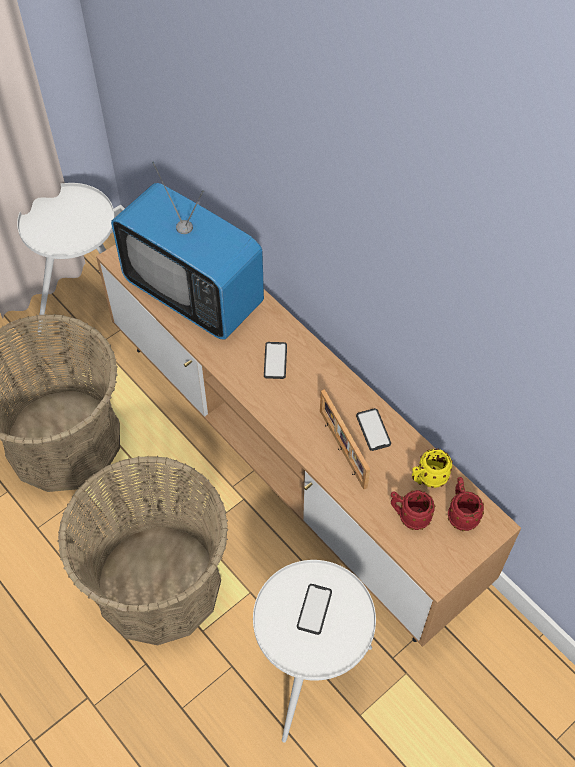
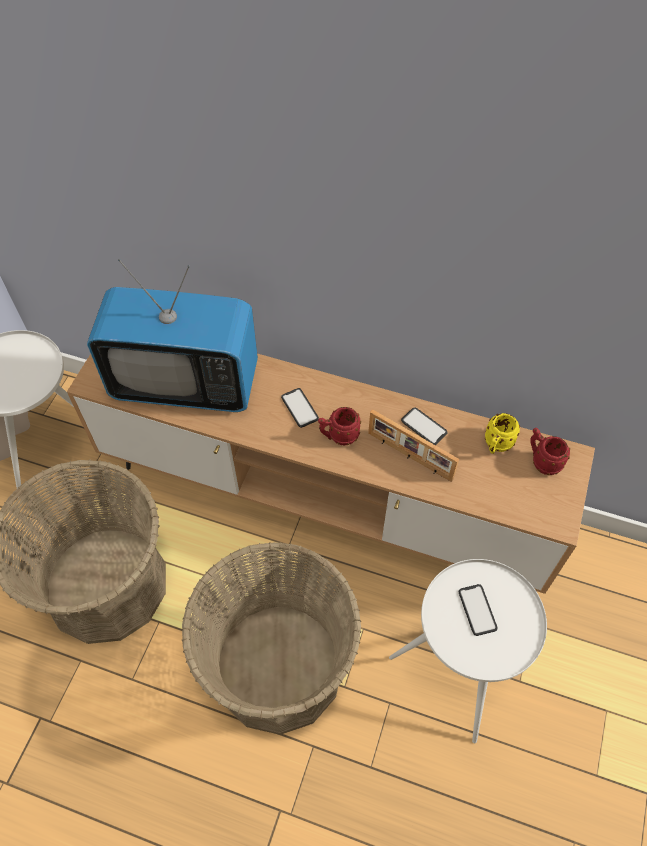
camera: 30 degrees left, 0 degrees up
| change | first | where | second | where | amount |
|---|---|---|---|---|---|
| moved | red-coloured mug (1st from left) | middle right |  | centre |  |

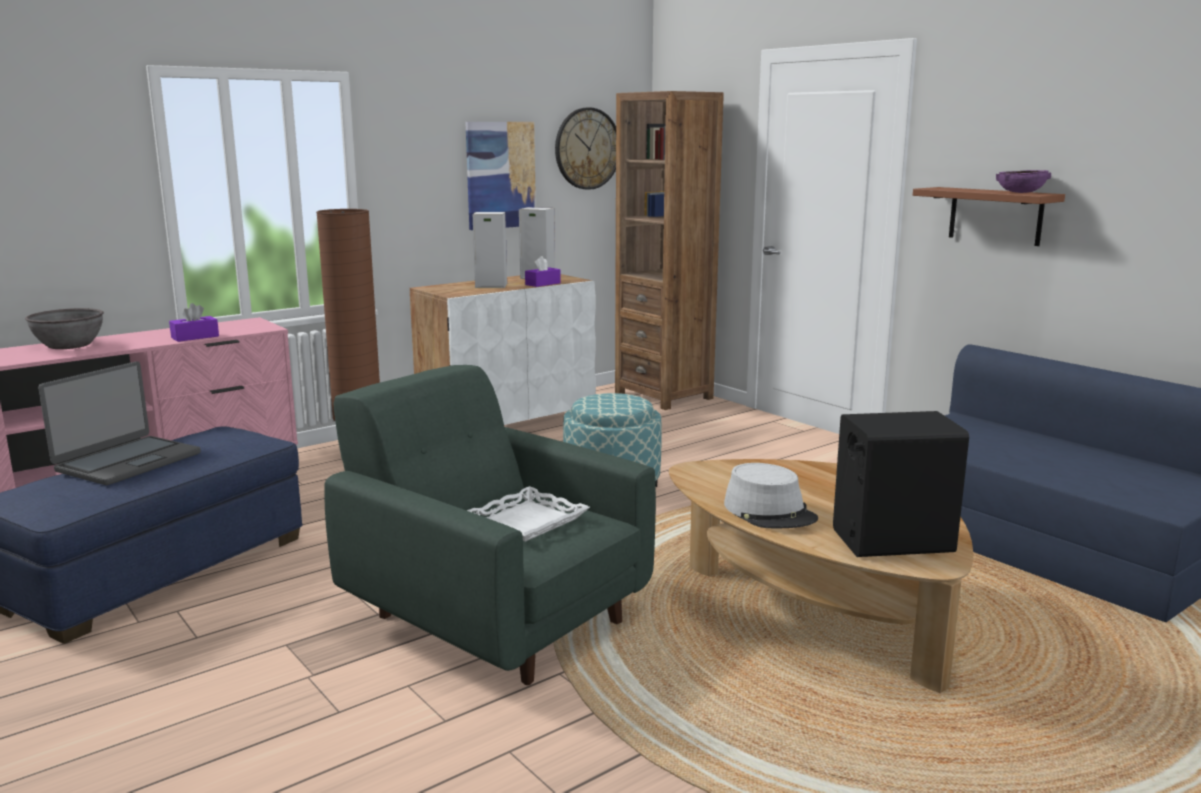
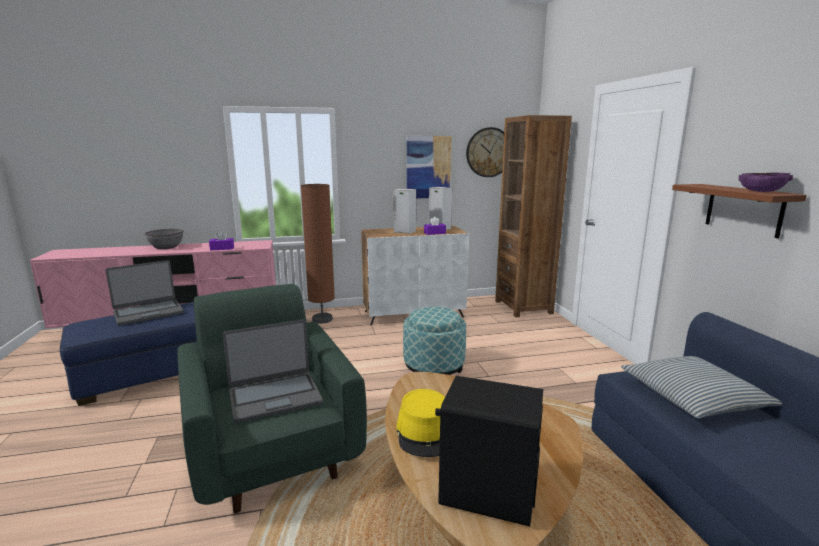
camera: 25 degrees right, 0 degrees up
| change | first | where | second | where | amount |
|---|---|---|---|---|---|
| recoloured | gray clothing hat | centre | yellow-coloured clothing hat | bottom centre |  |
| replaced | white tray | centre | laptop (2nd from left) | bottom centre |  |
| added |  |  | pillow | bottom right |  |

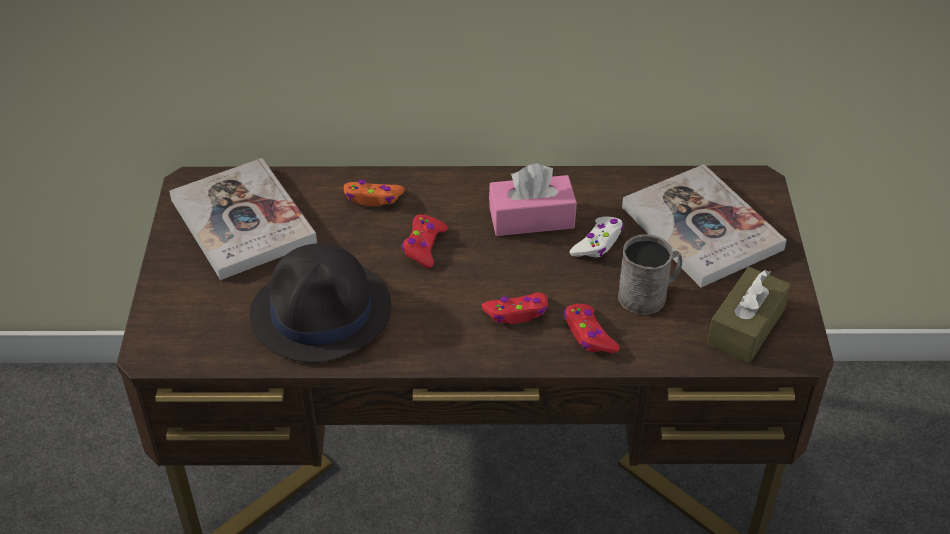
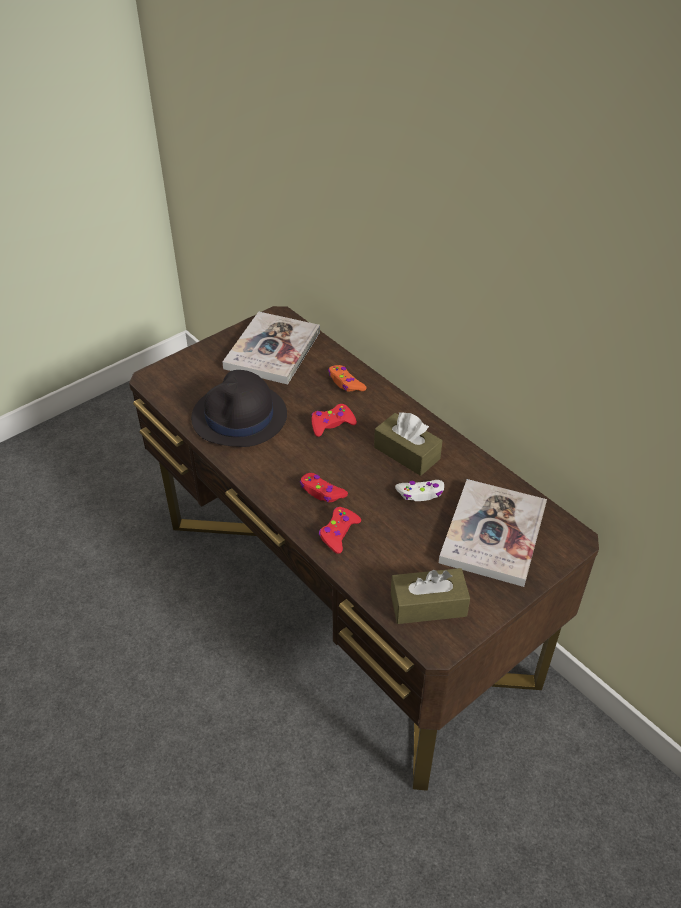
camera: 50 degrees right, 0 degrees up
| change | first | where | second | where | amount |
|---|---|---|---|---|---|
| recoloured | pink-coloured tissue holder | centre | brown tissue holder (1st from left) | centre |  |
| removed | gray mug | middle right |  |  |  |

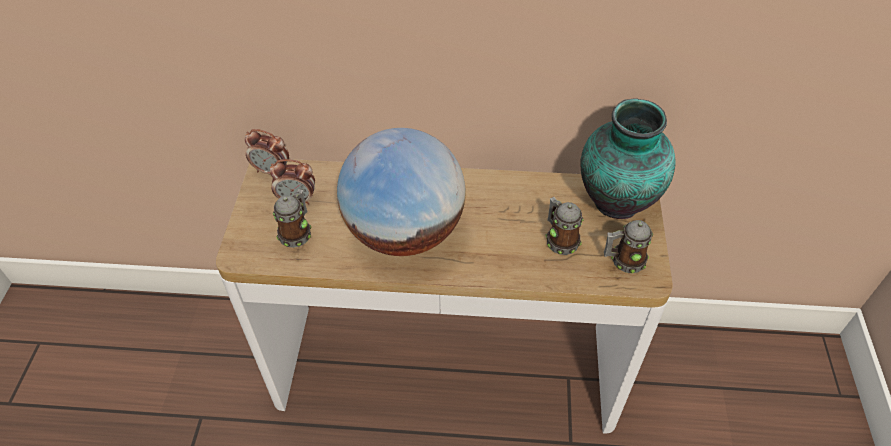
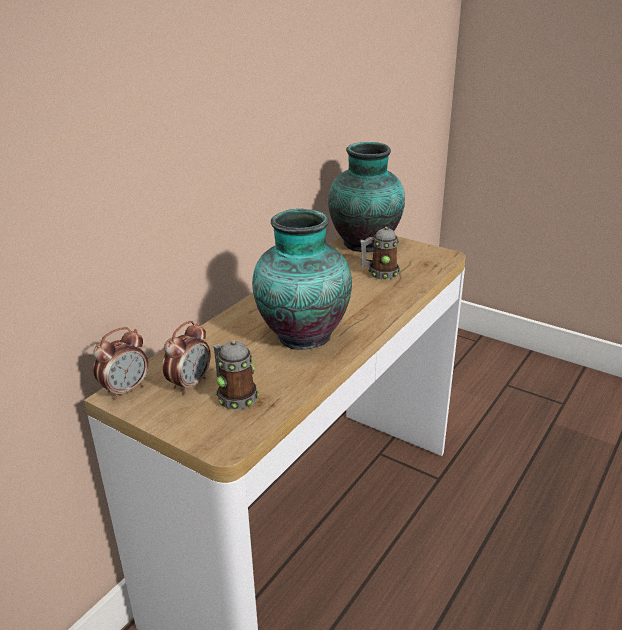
camera: 60 degrees left, 20 degrees down
| change | first | where | second | where | amount |
|---|---|---|---|---|---|
| replaced | globe | centre | decorative vase (1st from left) | centre |  |
| removed | mug (3rd from left) | middle right |  |  |  |

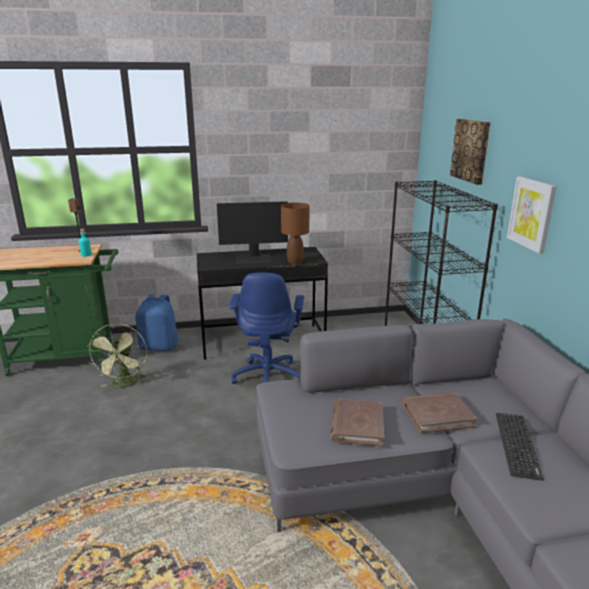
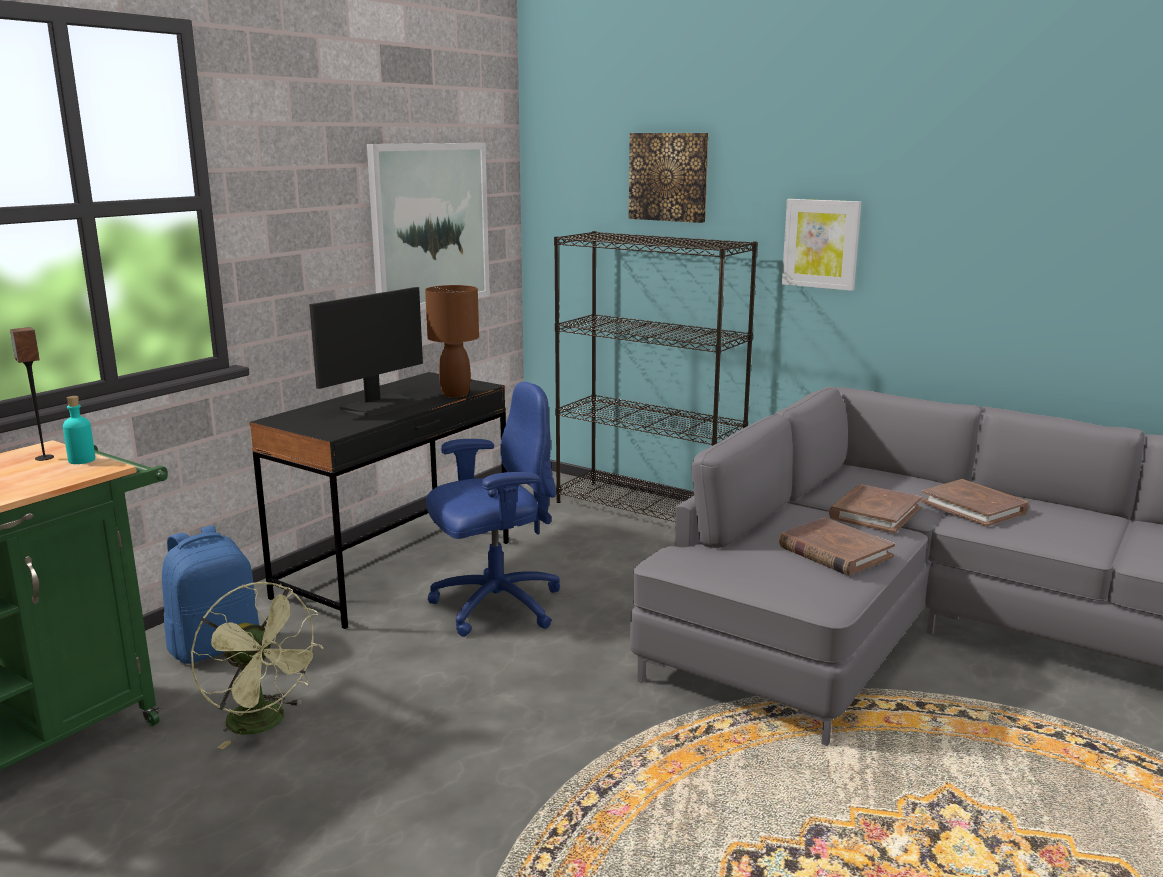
camera: 45 degrees left, 5 degrees down
| change | first | where | second | where | amount |
|---|---|---|---|---|---|
| turned | blue computer chair | centre |  | centre | 75 degrees counterclockwise |
| replaced | computer keyboard | bottom right | brown volume (3rd from left) | middle right |  |
| added |  |  | picture (1st from left) | top centre |  |

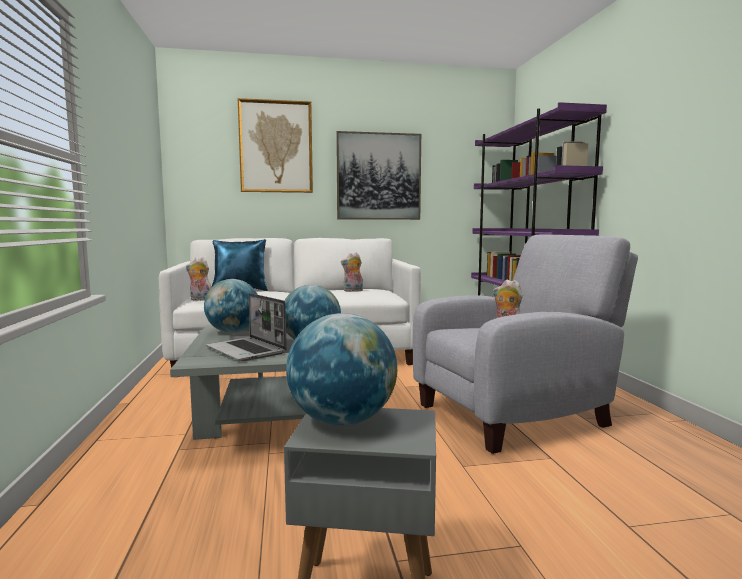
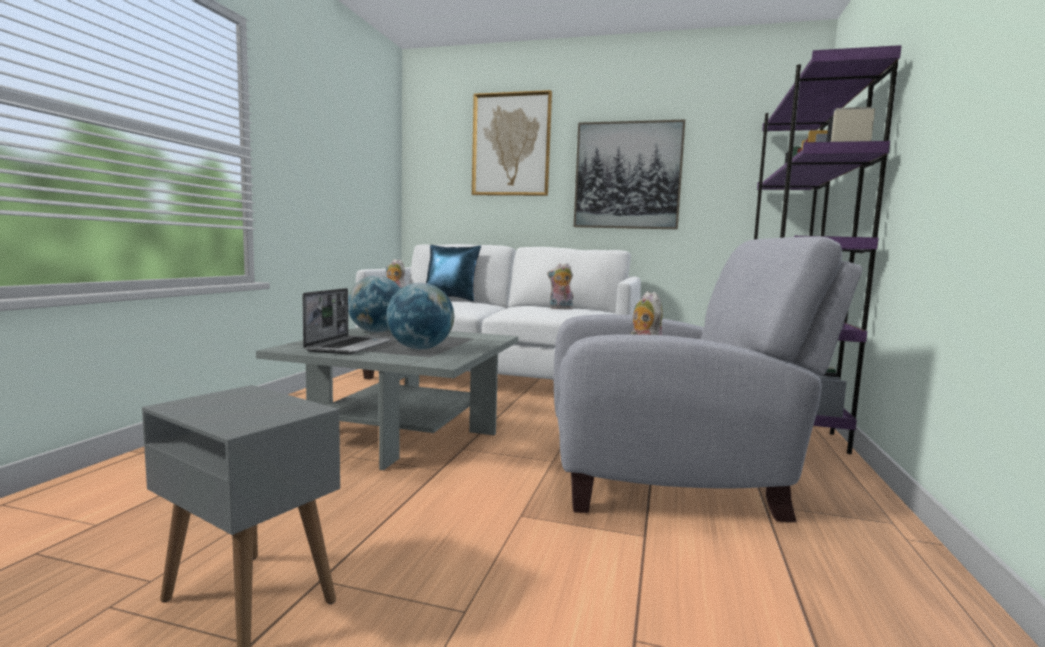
camera: 25 degrees right, 0 degrees up
| change | first | where | second | where | amount |
|---|---|---|---|---|---|
| turned | laptop | middle left |  | middle left | 150 degrees counterclockwise |
| removed | globe (3rd from left) | centre |  |  |  |

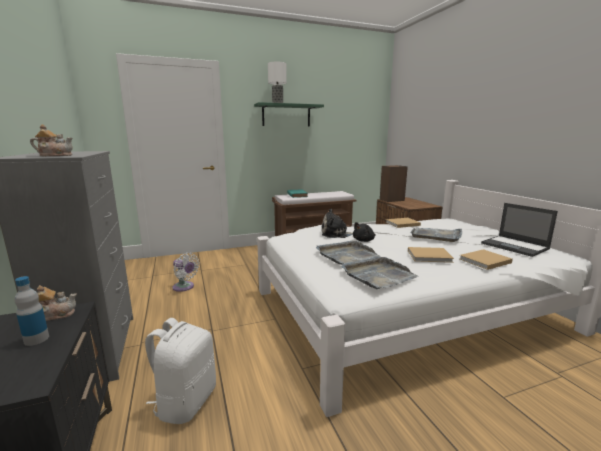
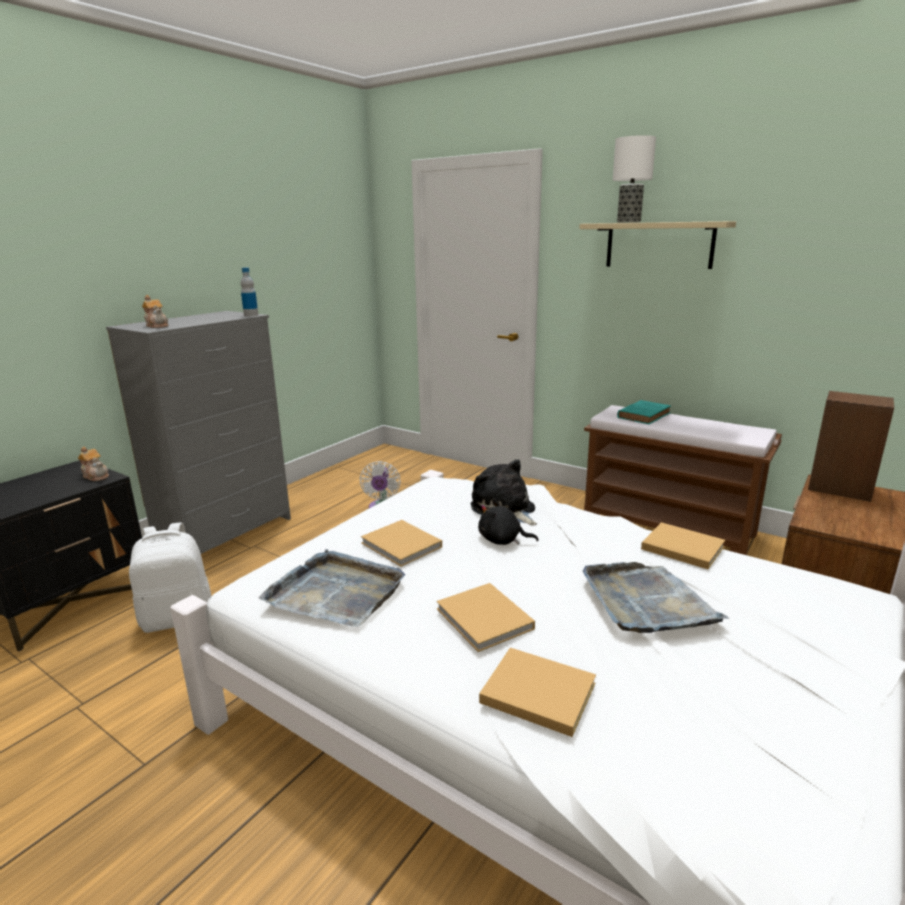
camera: 55 degrees right, 5 degrees up
| change | first | where | second | where | amount |
|---|---|---|---|---|---|
| recoloured | green-coloured bracket shelf | top centre | beige-coloured bracket shelf | top right |  |
| removed | laptop | middle right |  |  |  |
| replaced | gray tray (1st from left) | centre | beige-coloured volume (1st from left) | centre |  |
| moved | bottle | bottom left |  | top left |  |

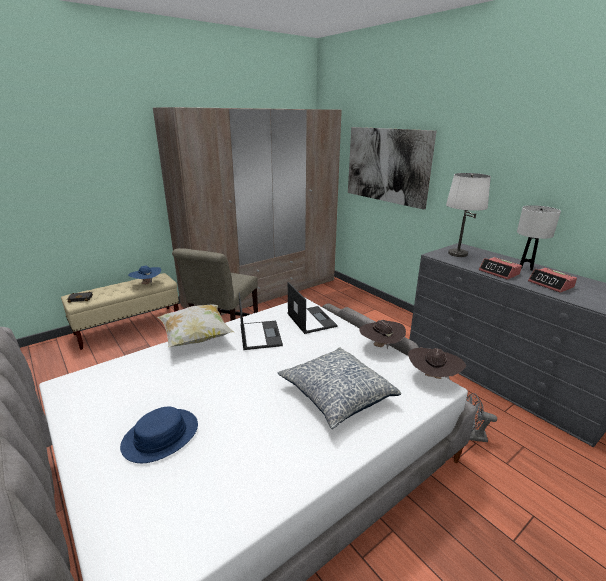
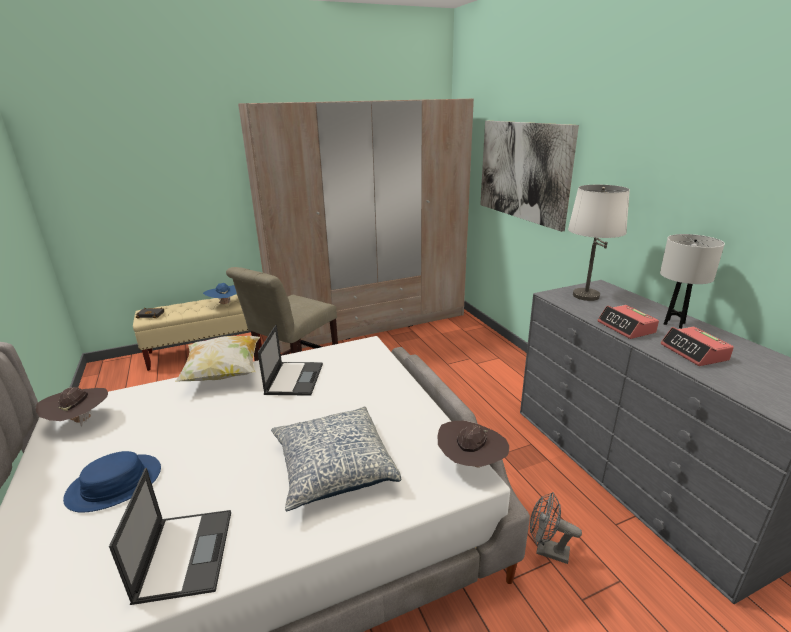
camera: 15 degrees right, 0 degrees up
| change | first | where | second | where | amount |
|---|---|---|---|---|---|
| moved | laptop (2nd from left in the first image) | centre | laptop (1st from left) | bottom left |  |
| moved | brown clothing hat (1st from left) | centre |  | middle left |  |

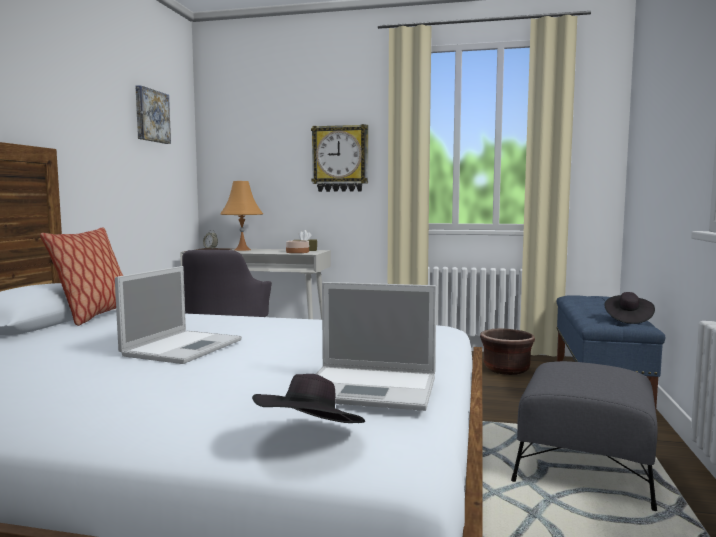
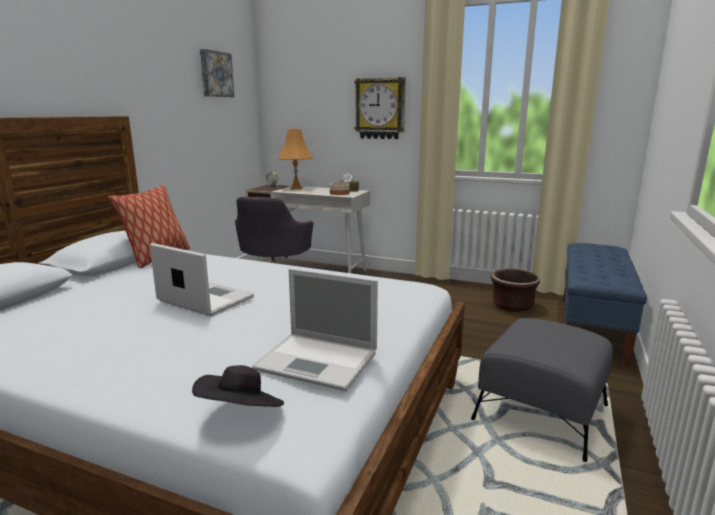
camera: 10 degrees right, 10 degrees up
| change | first | where | second | where | amount |
|---|---|---|---|---|---|
| turned | laptop (1st from left) | middle left |  | middle left | 90 degrees counterclockwise |
| removed | black clothing hat (2nd from left) | middle right |  |  |  |

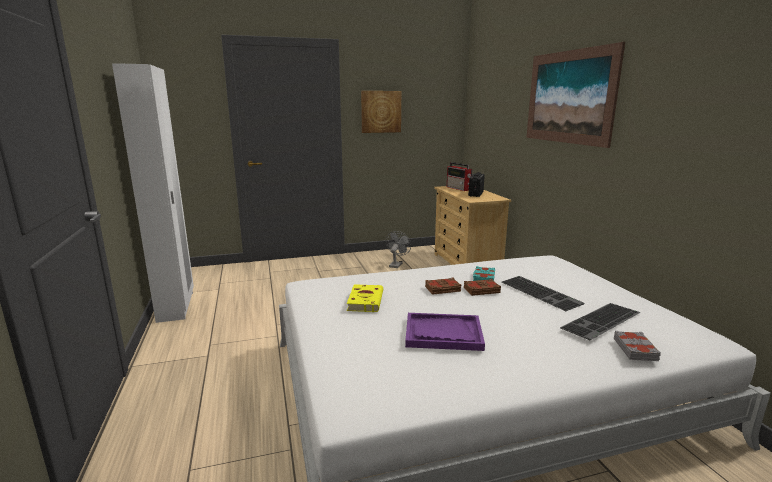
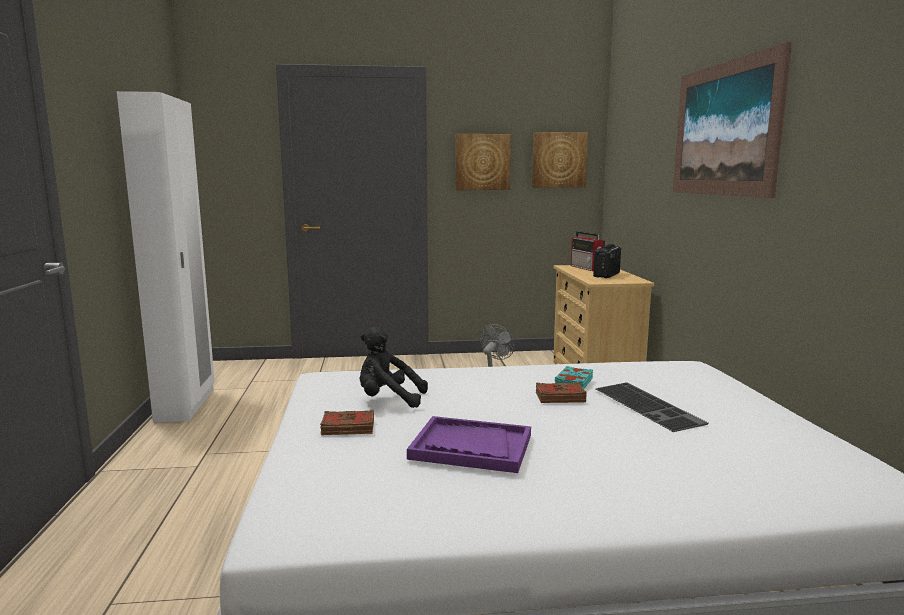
camera: 10 degrees right, 5 degrees down
| change | first | where | second | where | amount |
|---|---|---|---|---|---|
| moved | brown volume (1st from left) | centre |  | bottom centre |  |
| replaced | yellow-coloured volume | centre | black plush toy | centre |  |
| removed | computer keyboard (2nd from left) | middle right |  |  |  |
| removed | gray volume | bottom right |  |  |  |
| added |  |  | picture (2nd from left) | top centre |  |

